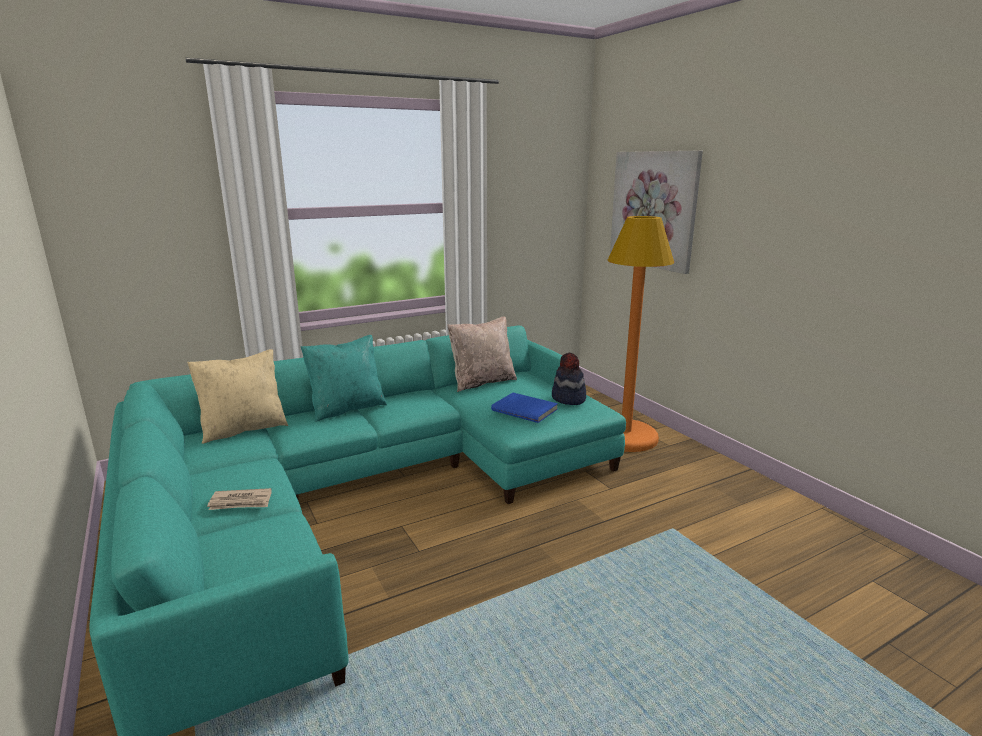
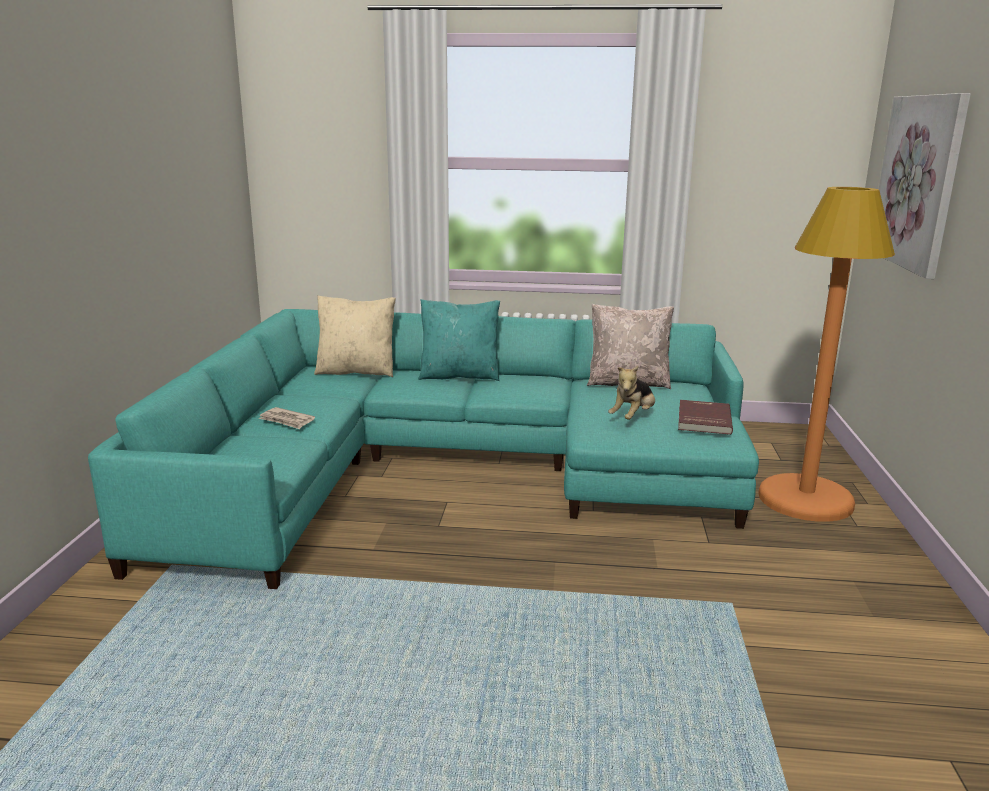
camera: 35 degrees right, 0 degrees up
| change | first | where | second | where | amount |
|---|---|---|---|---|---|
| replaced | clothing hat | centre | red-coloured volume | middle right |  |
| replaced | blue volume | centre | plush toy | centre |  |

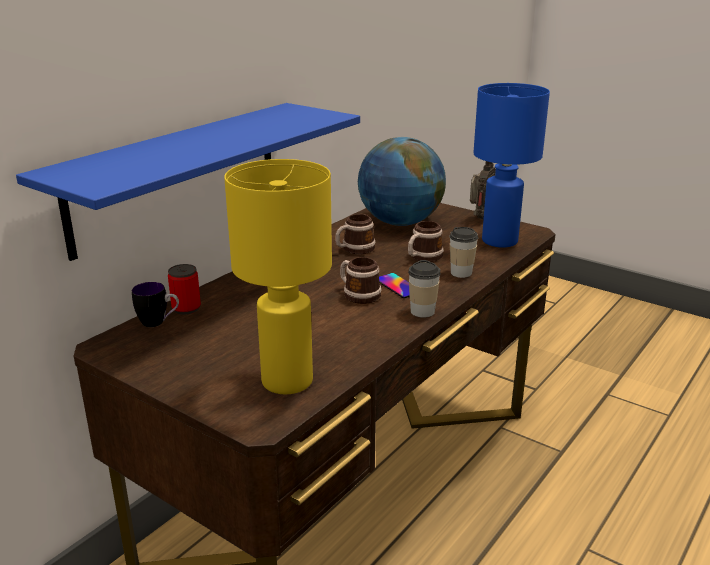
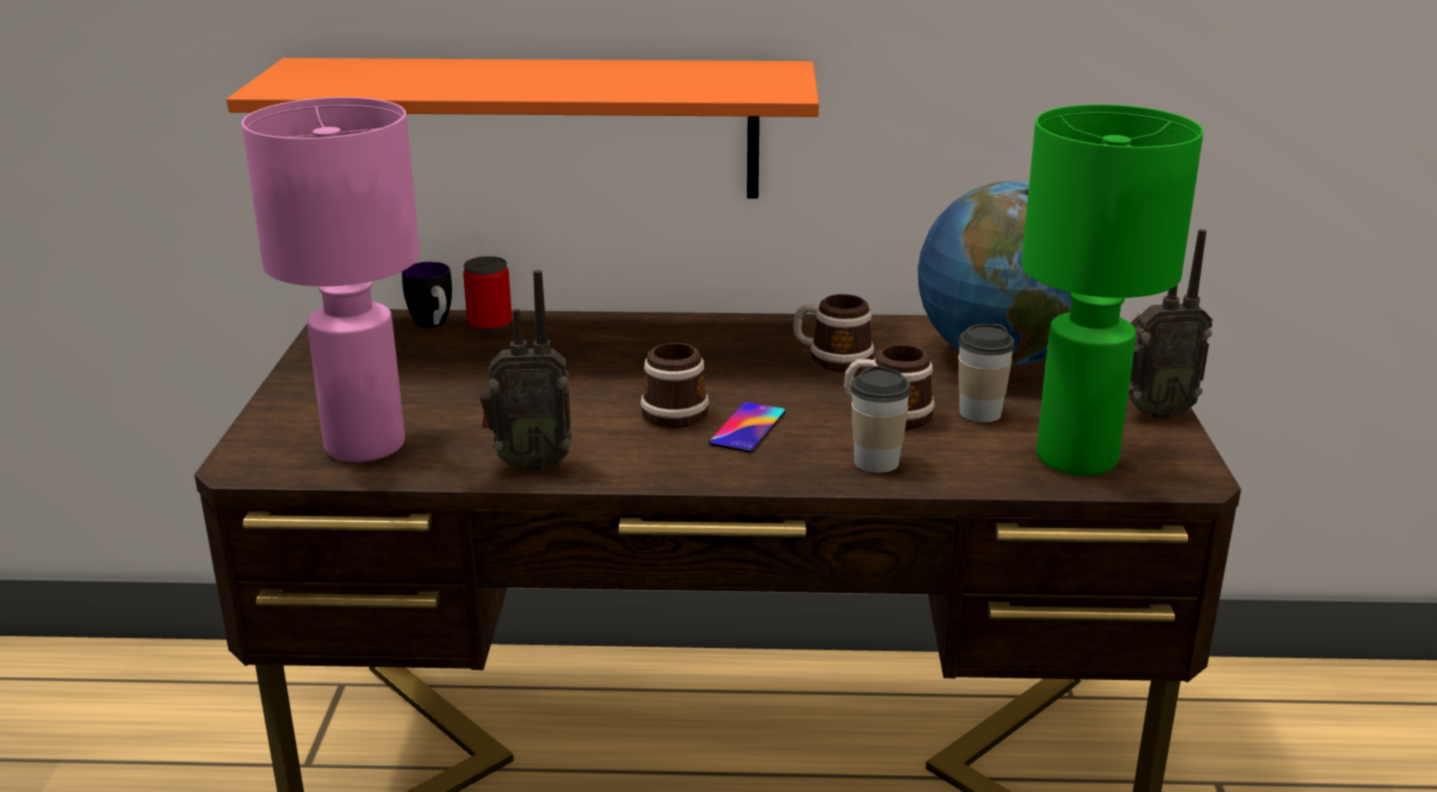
camera: 55 degrees right, 0 degrees up
| change | first | where | second | where | amount |
|---|---|---|---|---|---|
| recoloured | blue table lamp | top right | green-coloured table lamp | middle right |  |
| recoloured | blue bracket shelf | top left | orangey bracket shelf | top centre |  |
| recoloured | yellow-coloured table lamp | centre | pink-coloured table lamp | middle left |  |
| moved | small cup (1st from left in the first image) | centre | small cup (2nd from left) | middle right |  |
| added |  |  | radio (1st from left) | centre |  |

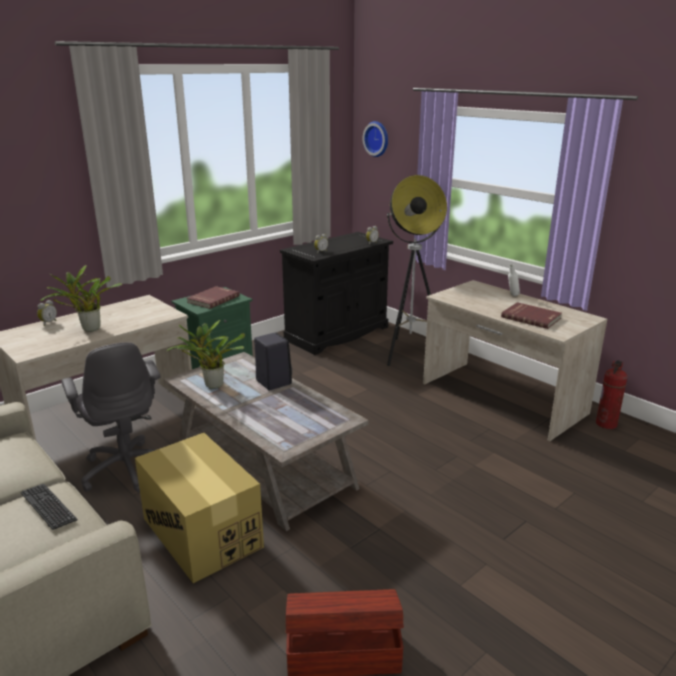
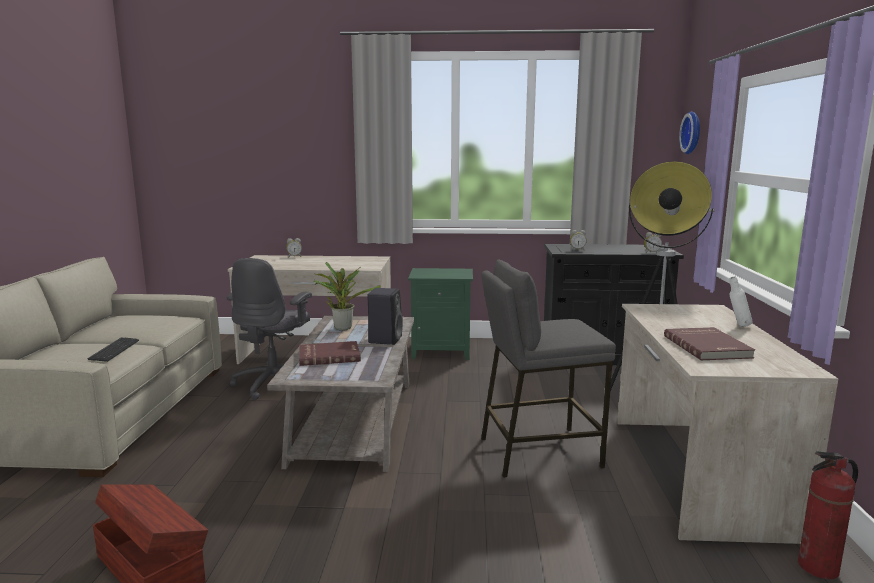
camera: 45 degrees right, 10 degrees down
| change | first | where | second | where | amount |
|---|---|---|---|---|---|
| removed | houseplant (1st from left) | middle left |  |  |  |
| moved | red-coloured volume (1st from left) | middle left |  | centre |  |
| removed | carton | bottom left |  |  |  |
| added |  |  | gray sitting stool | centre |  |

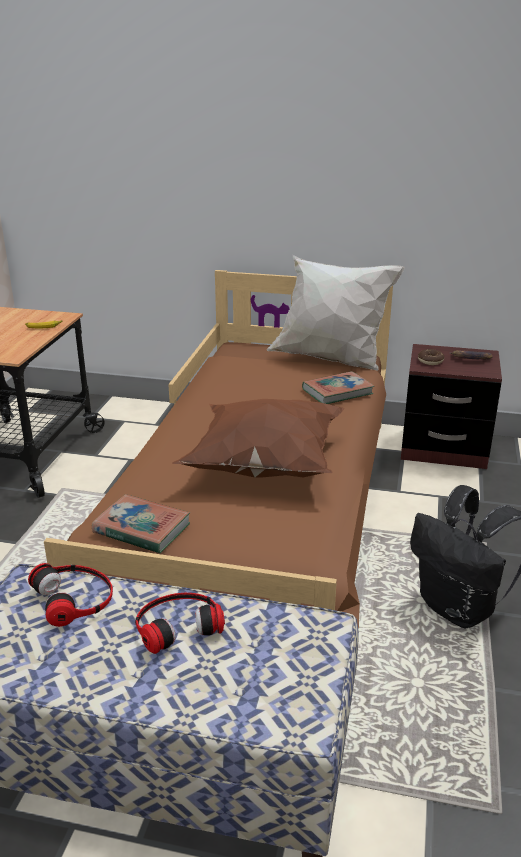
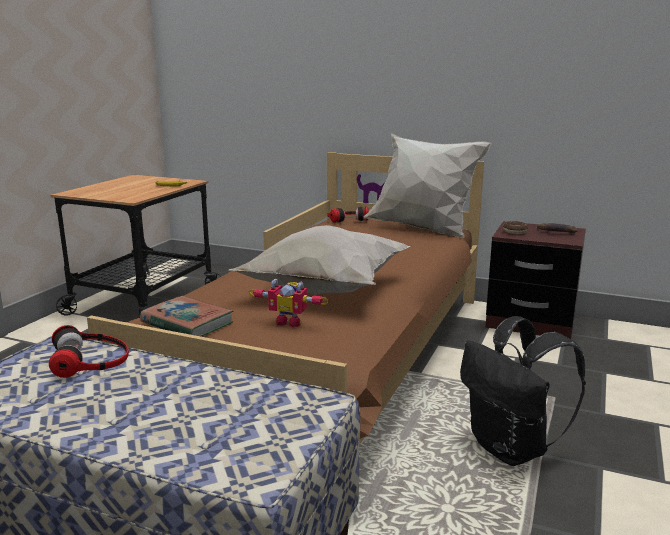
camera: 10 degrees right, 10 degrees down
| change | first | where | second | where | amount |
|---|---|---|---|---|---|
| removed | volume (2nd from left) | centre |  |  |  |
| recoloured | brown pillow | centre | white pillow (1st from left) | centre |  |
| moved | pair of headphones (2nd from left) | bottom centre |  | centre |  |
| added |  |  | model robot | centre |  |

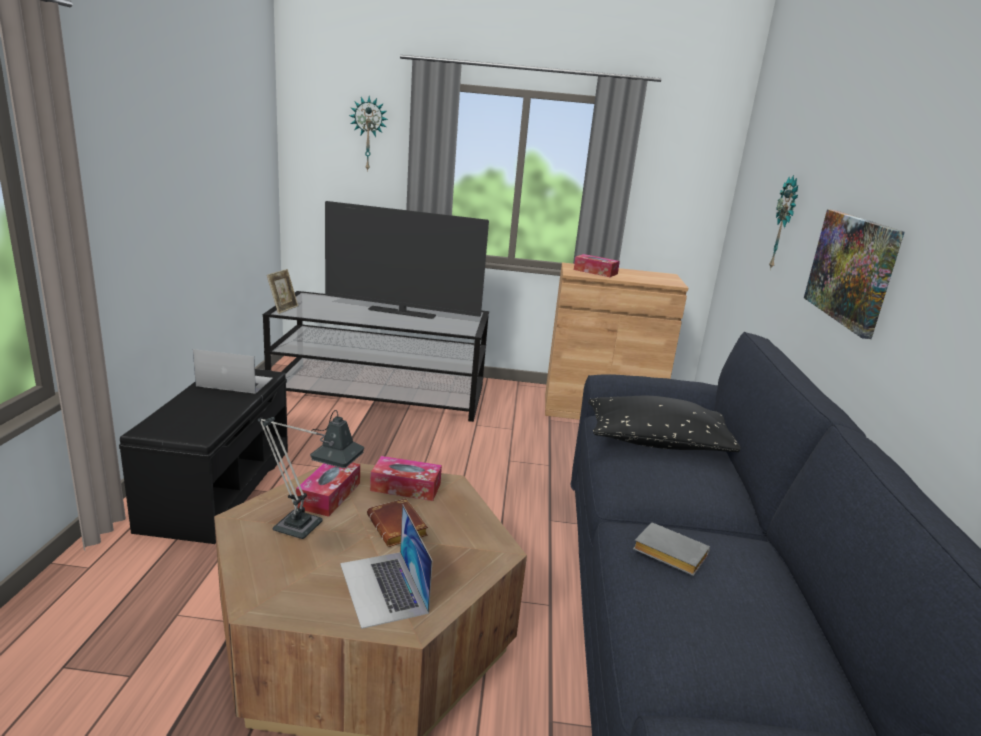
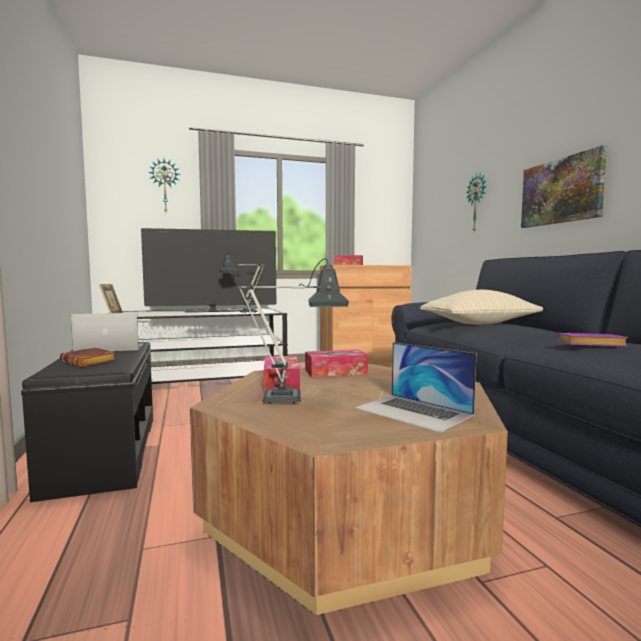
camera: 20 degrees left, 15 degrees down
| change | first | where | second | where | amount |
|---|---|---|---|---|---|
| recoloured | black pillow | middle right | beige-coloured pillow | middle right |  |
| moved | brown volume | bottom centre |  | middle left |  |
| recoloured | gray volume | bottom right | purple volume | middle right |  |
| added |  |  | table lamp (1st from left) | centre |  |

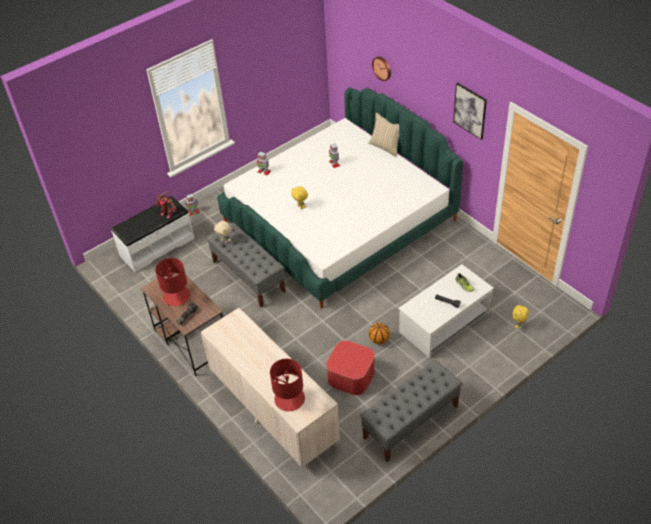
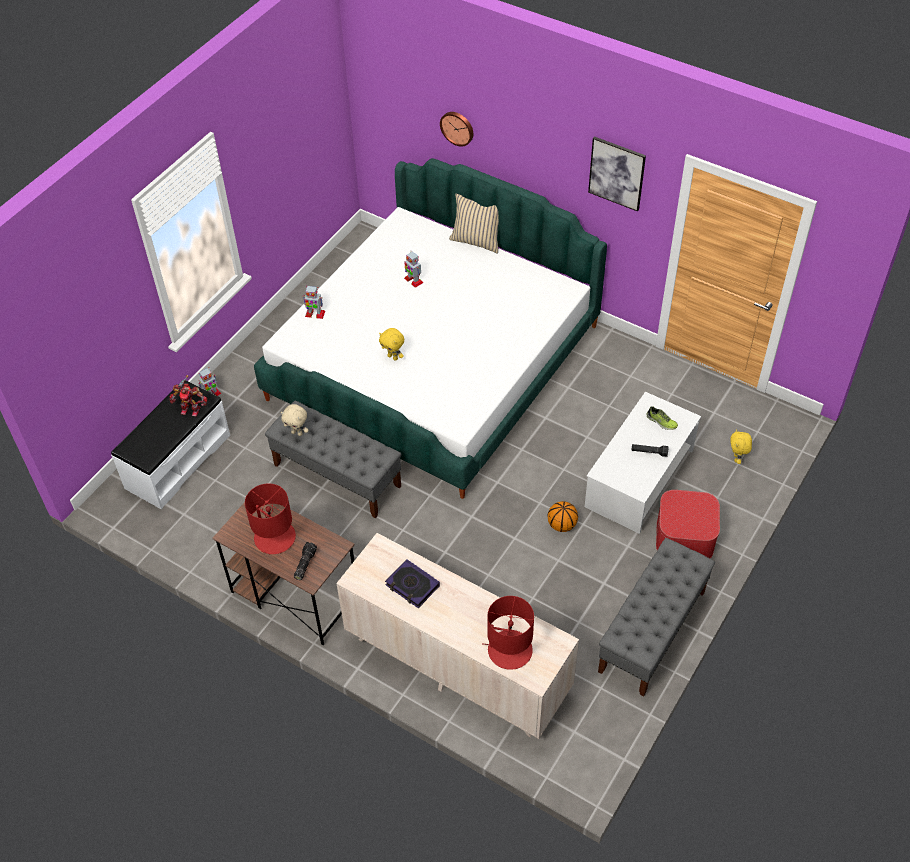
camera: 20 degrees left, 5 degrees up
| change | first | where | second | where | amount |
|---|---|---|---|---|---|
| moved | ottoman | bottom centre |  | middle right |  |
| added |  |  | volume | bottom centre |  |

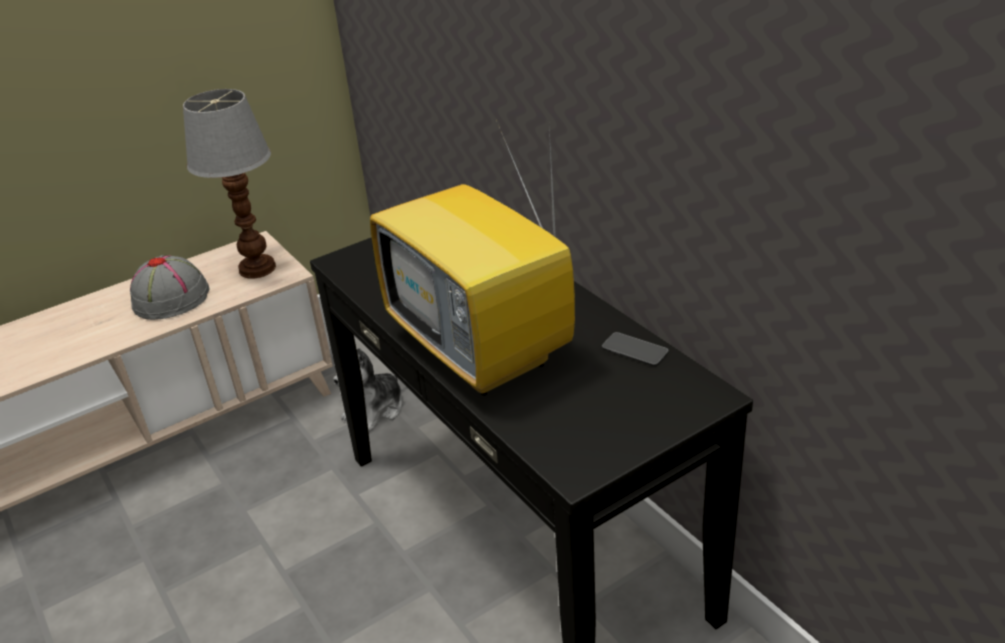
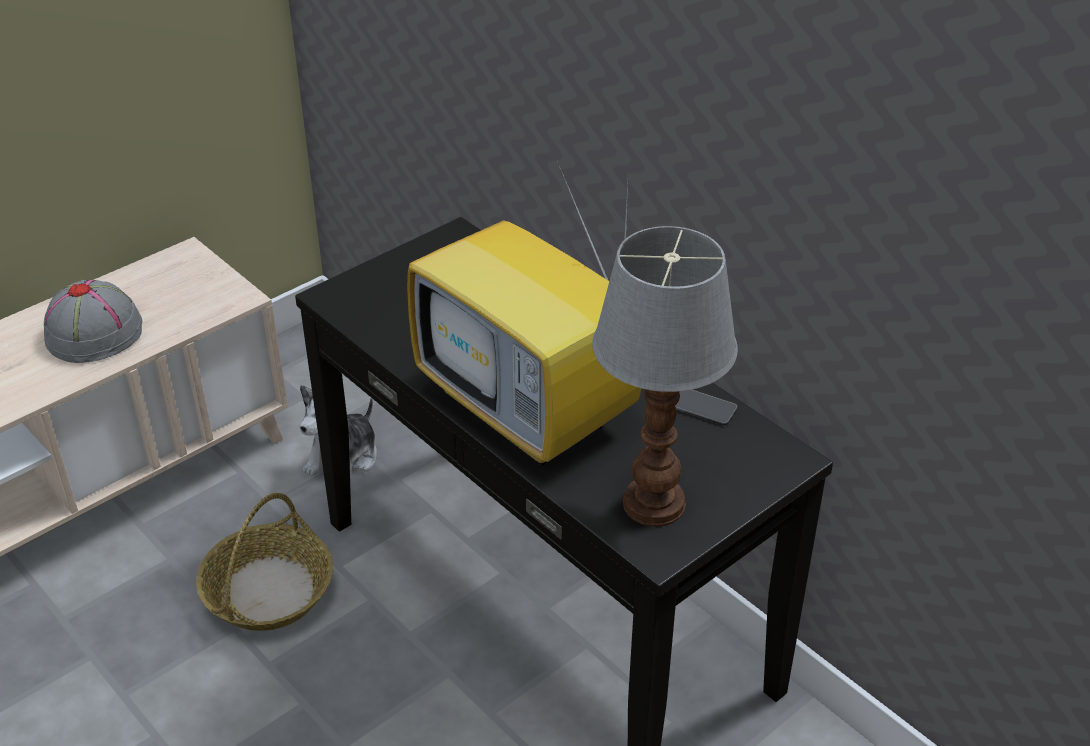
camera: 10 degrees left, 5 degrees up
| change | first | where | second | where | amount |
|---|---|---|---|---|---|
| moved | table lamp | top left |  | centre |  |
| added |  |  | basket | bottom left |  |

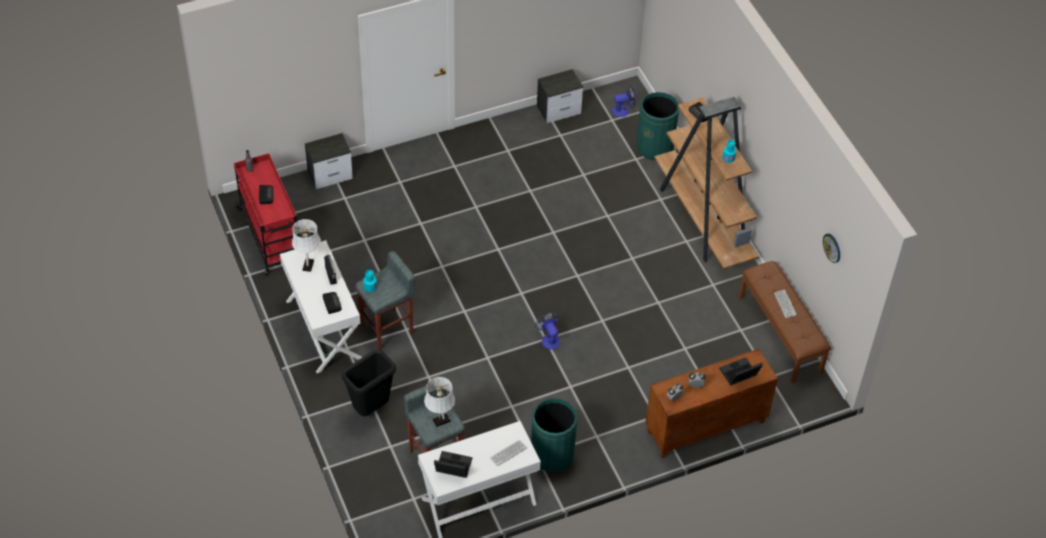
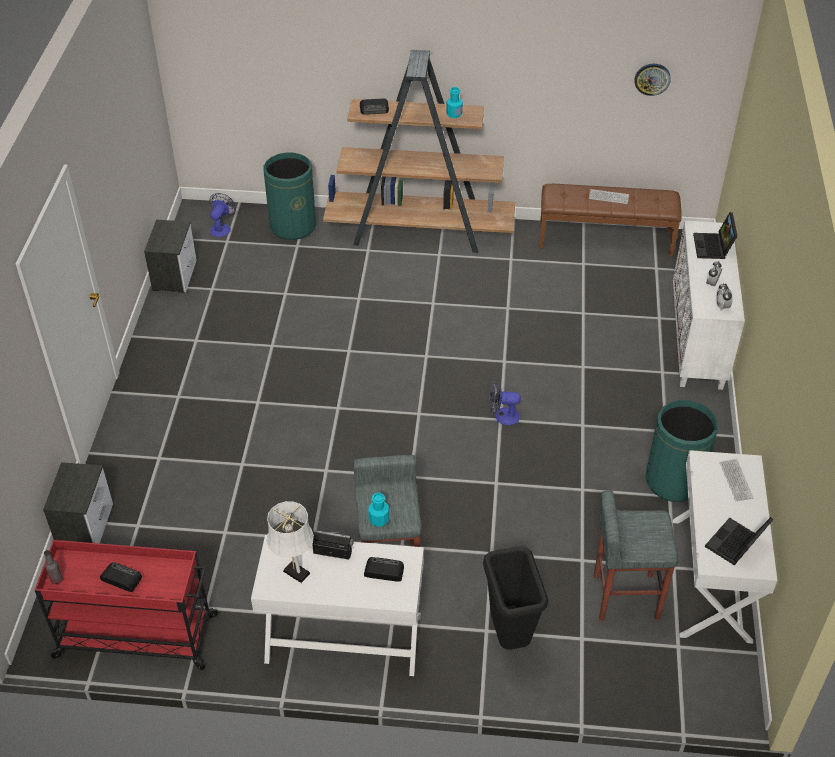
camera: 60 degrees left, 5 degrees down
| change | first | where | second | where | amount |
|---|---|---|---|---|---|
| recoloured | brown cupboard | bottom right | white cupboard | middle right |  |
| removed | white table lamp (2nd from left) | bottom centre |  |  |  |

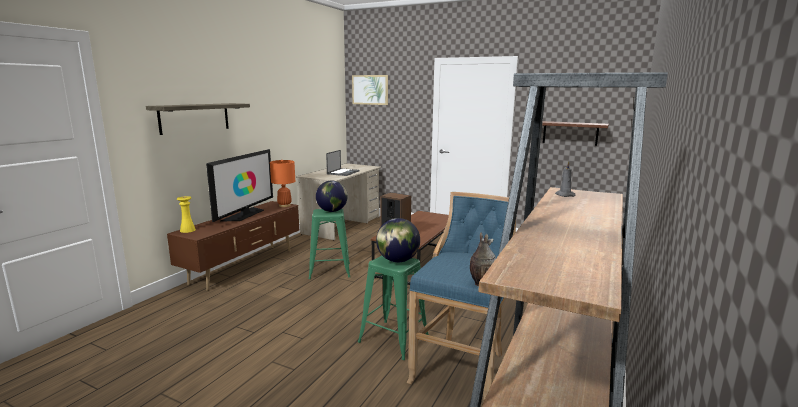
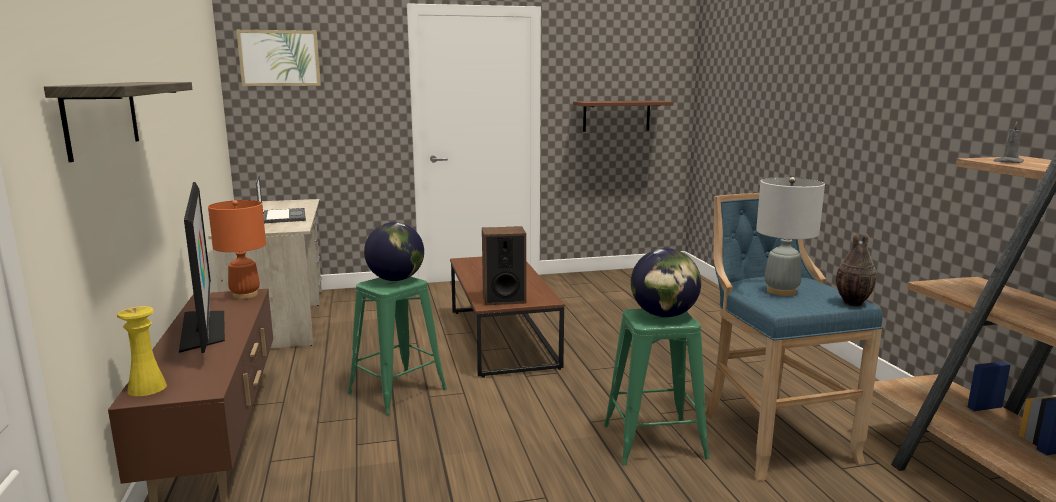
camera: 40 degrees left, 0 degrees up
| change | first | where | second | where | amount |
|---|---|---|---|---|---|
| added |  |  | gray table lamp | middle right |  |

